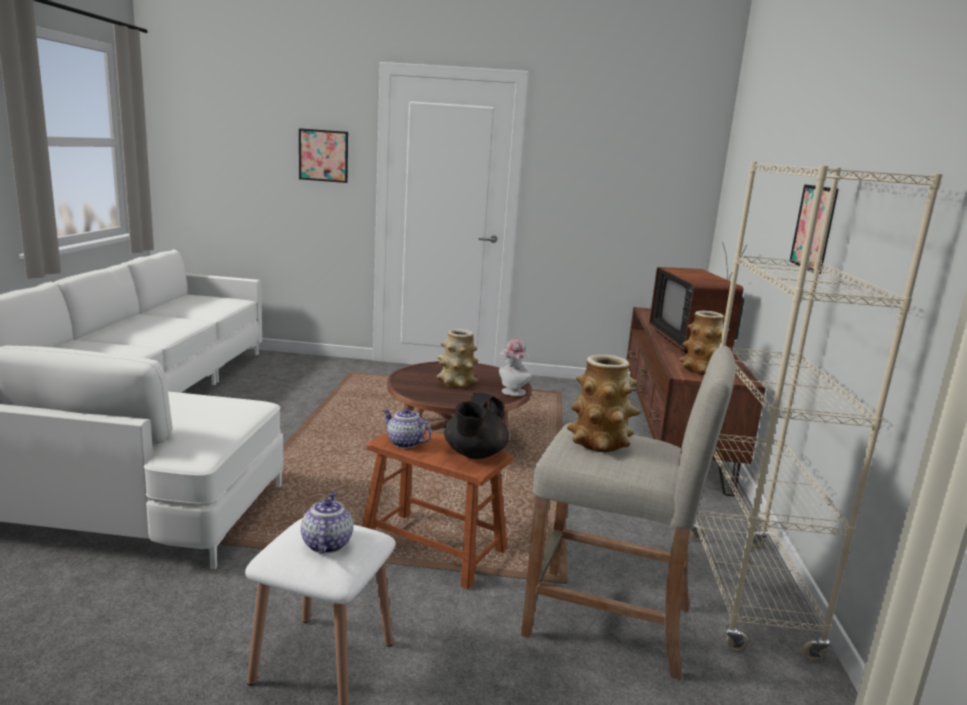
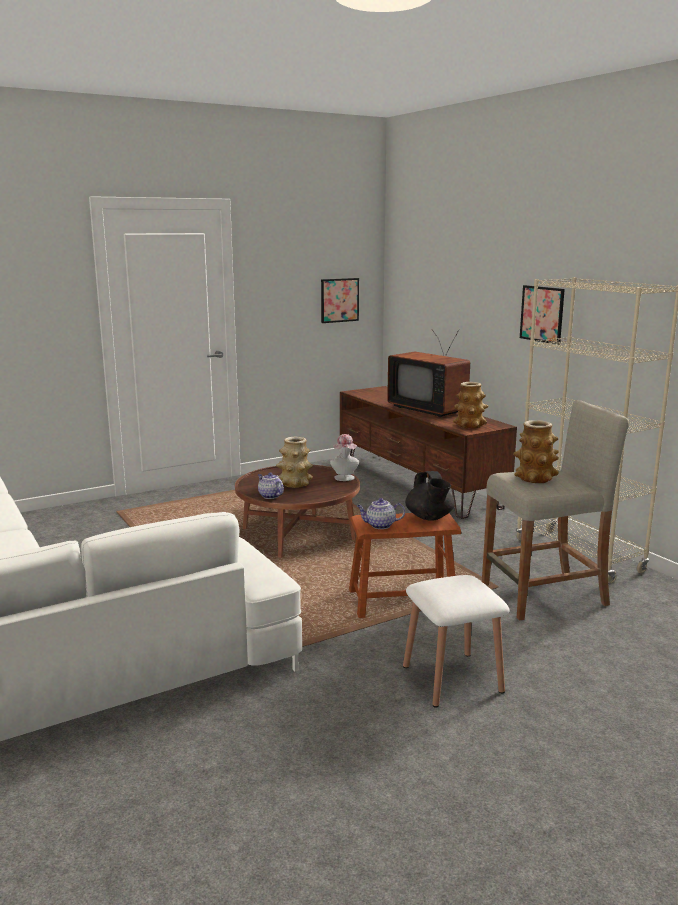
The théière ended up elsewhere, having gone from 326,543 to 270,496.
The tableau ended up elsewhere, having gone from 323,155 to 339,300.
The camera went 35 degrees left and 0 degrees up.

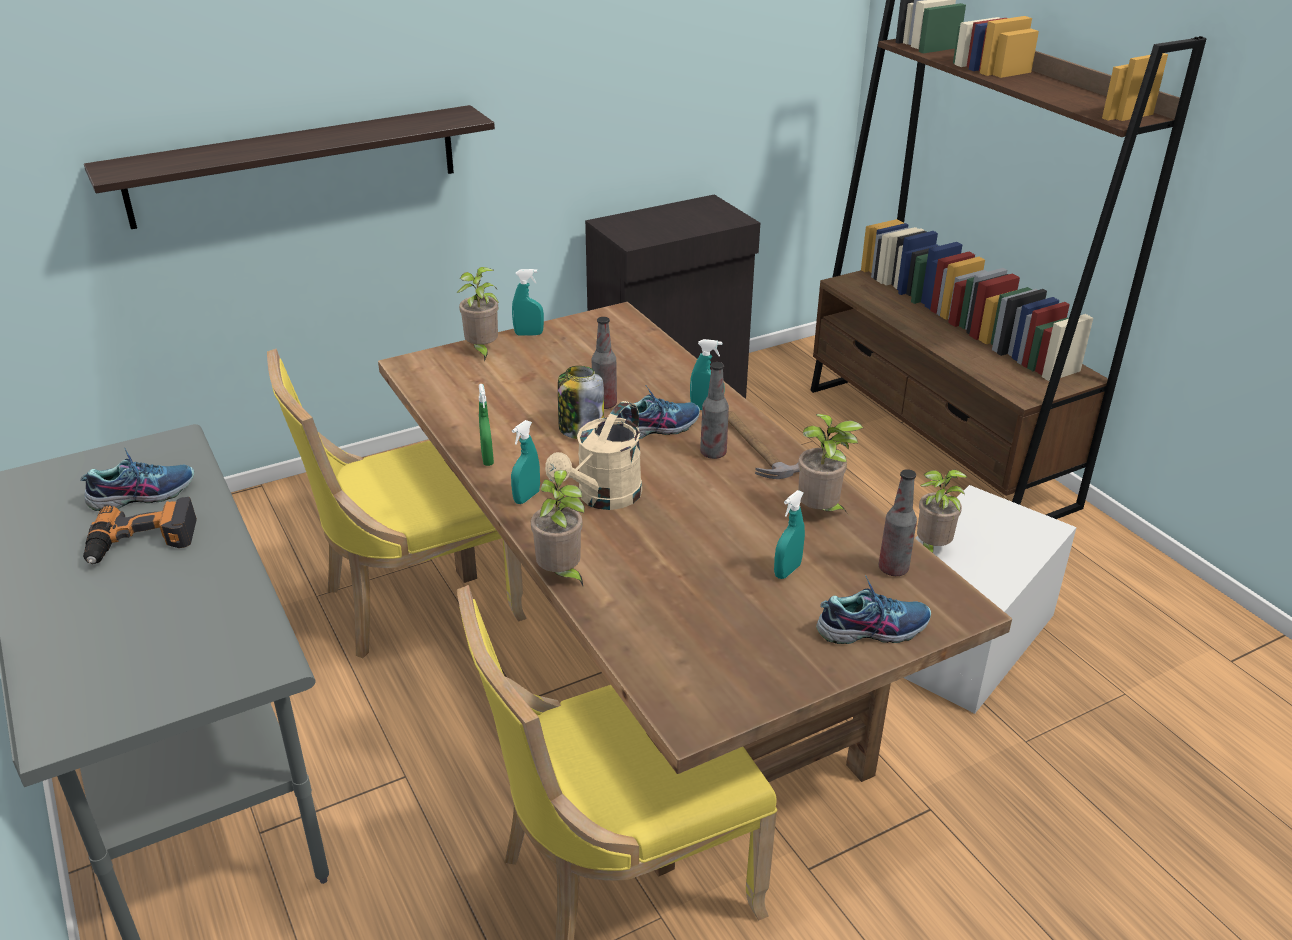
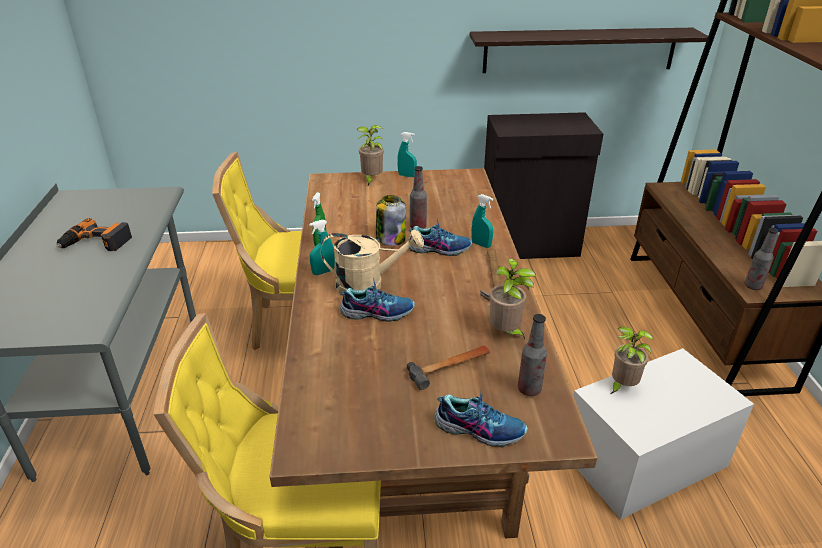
The arrosoir/beige at 603,498 ended up facing another way, 150 degrees counterclockwise from before.
The chaussure ended up elsewhere, having gone from 142,494 to 377,312.
Where the vaporisateur/turquoise stood at 787,571, the marteau came to stand at 450,367.
The étagère ended up elsewhere, having gone from 295,166 to 579,50.
The bouteille ended up elsewhere, having gone from 713,453 to 753,286.
The second view lost the plante en pot at 561,575.
The camera went 25 degrees right and 0 degrees up.

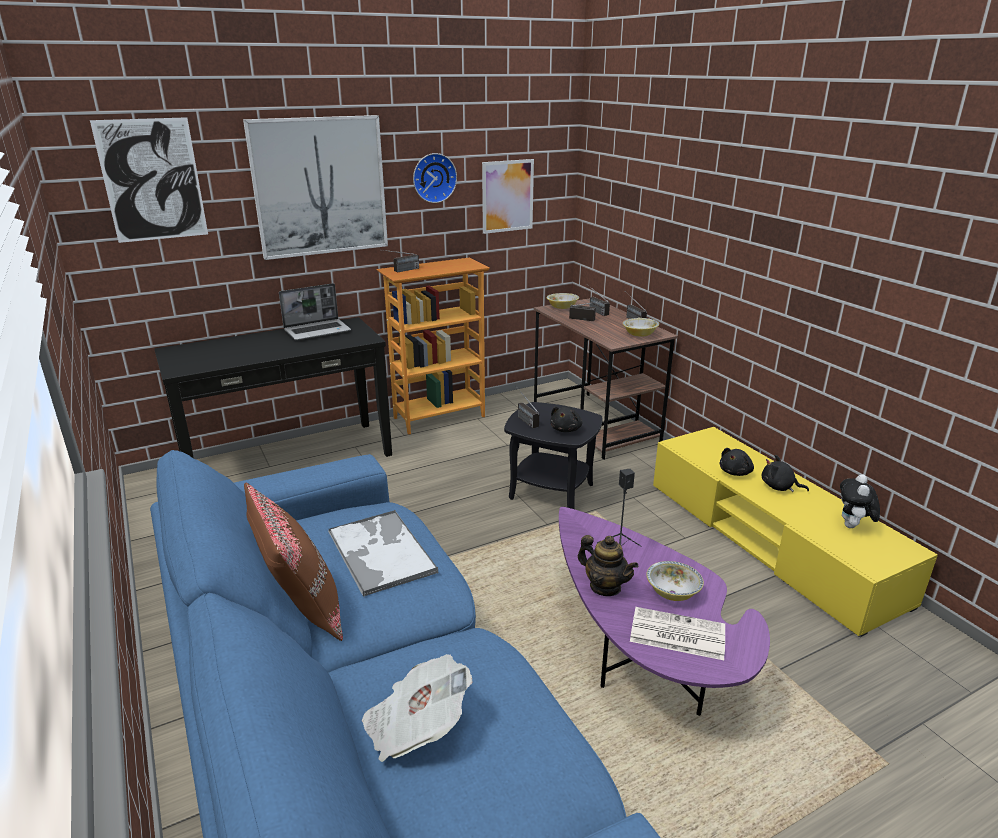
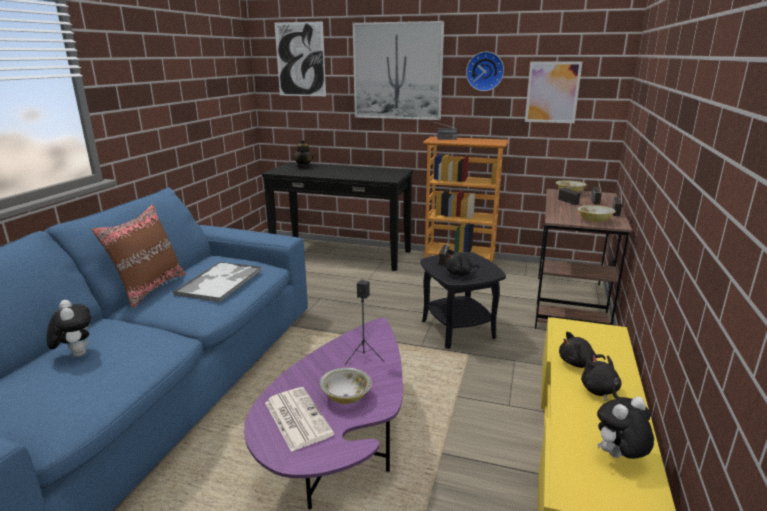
Where the journal stood at 416,726, the peluche came to stand at 76,354.
The théière ended up elsewhere, having gone from 605,587 to 304,166.
The second view lost the ordinateur portable at 318,331.
The camera went 45 degrees right and 5 degrees down.

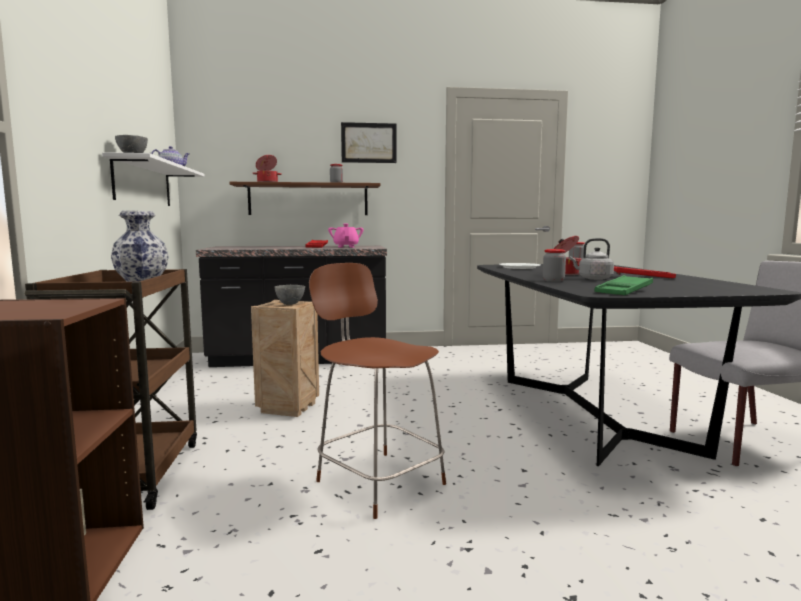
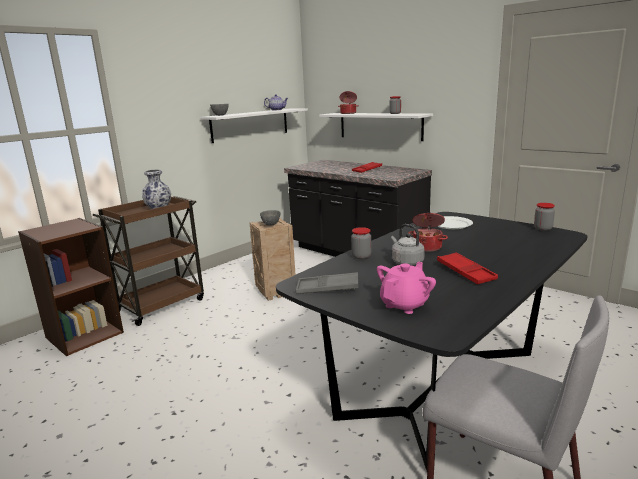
What was the plateau/vert at 624,291 turned into the plateau/gris at 327,288.
What was the étagère/marron at 308,199 turned into the étagère/blanc at 380,126.
The théière/rose ended up elsewhere, having gone from 346,247 to 405,304.
The second view lost the chaise/marron at 377,480.
The second view lost the tableau at 369,143.
The camera went 50 degrees right and 10 degrees up.

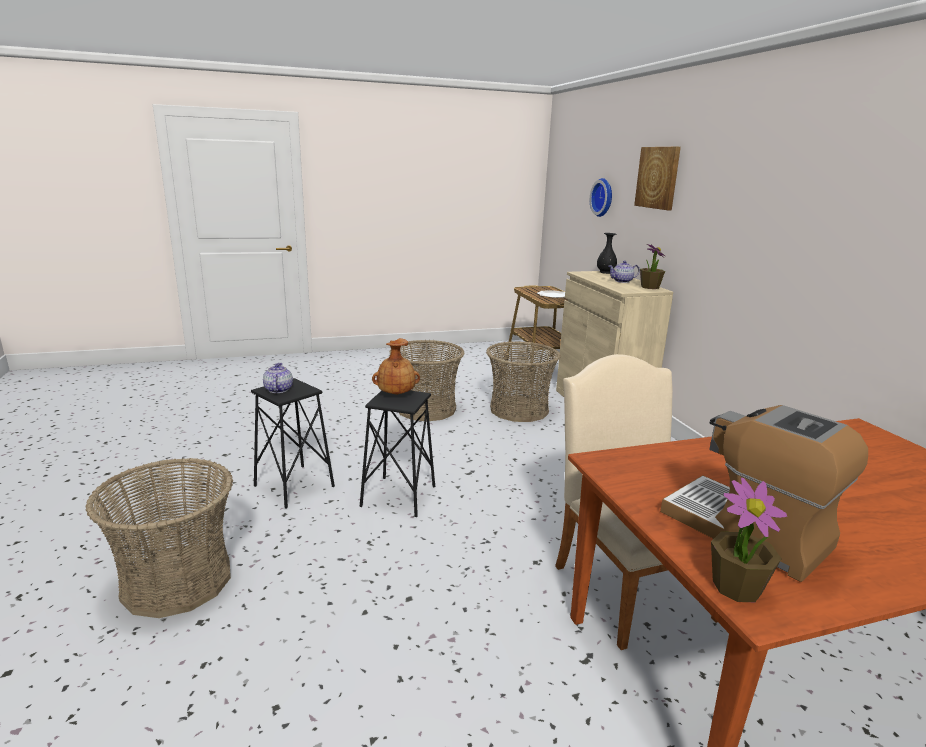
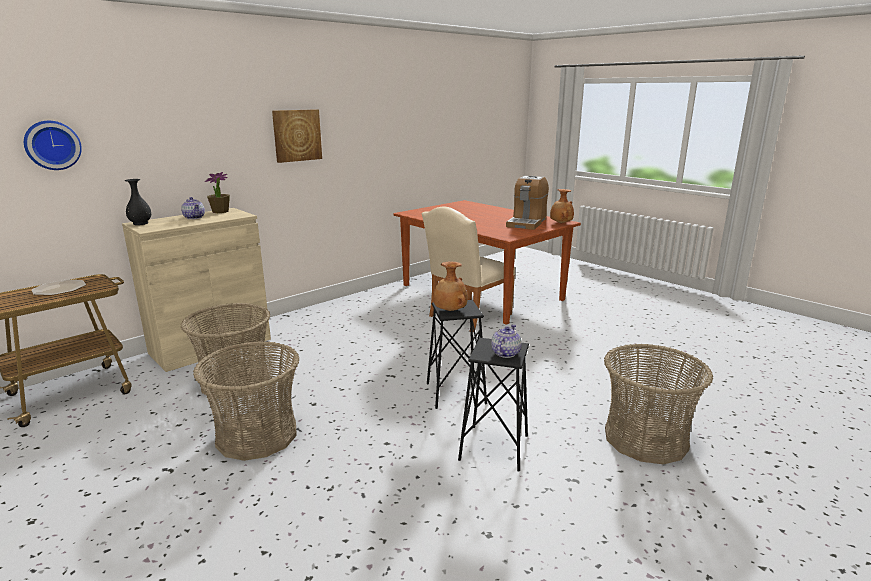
The tableau ended up elsewhere, having gone from 658,177 to 297,135.
The théière at 278,390 ended up facing another way, 150 degrees clockwise from before.
Where the plante en pot stood at 737,587, the vase/marron came to stand at 560,223.
The camera went 115 degrees left and 0 degrees up.

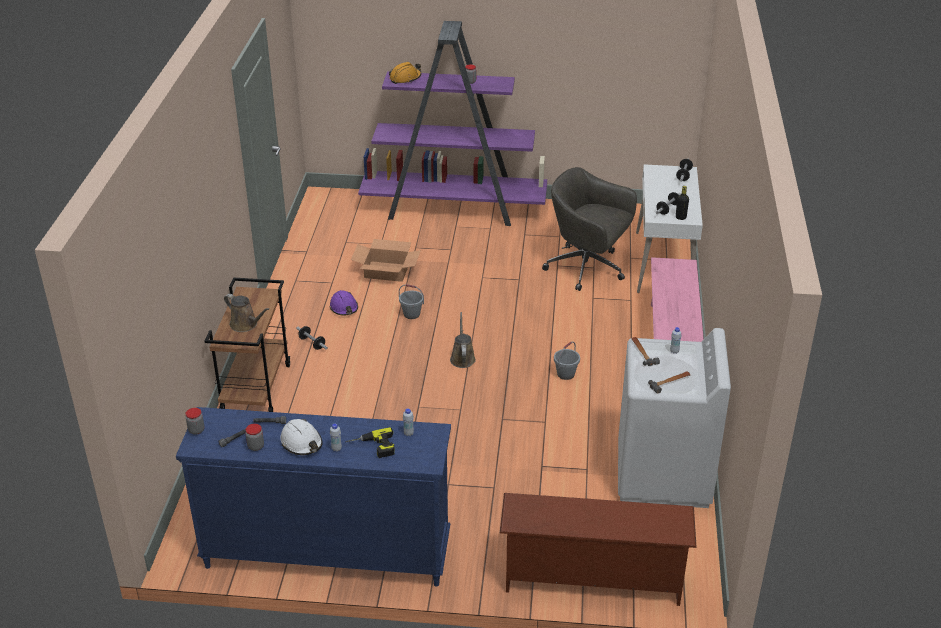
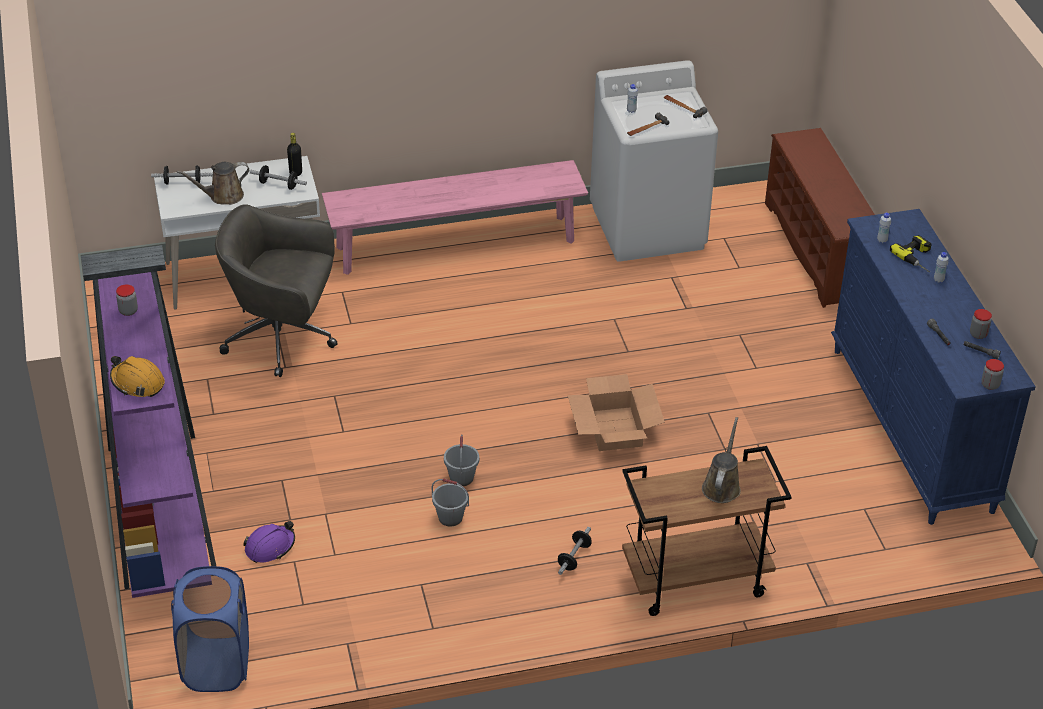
The second view gained the panier à linge/bleu at 216,665.
The arrosoir/marron ended up elsewhere, having gone from 462,358 to 223,196.
The chaise de bureau/gris at 587,268 ended up facing another way, 90 degrees clockwise from before.
The casque de chantier/violet ended up elsewhere, having gone from 344,308 to 270,547.
The seau/gris ended up elsewhere, having gone from 566,374 to 450,517.
The carton ended up elsewhere, having gone from 386,271 to 614,429.
The second view lost the casque de chantier/blanc at 302,443.
The camera went 110 degrees left and 5 degrees up.

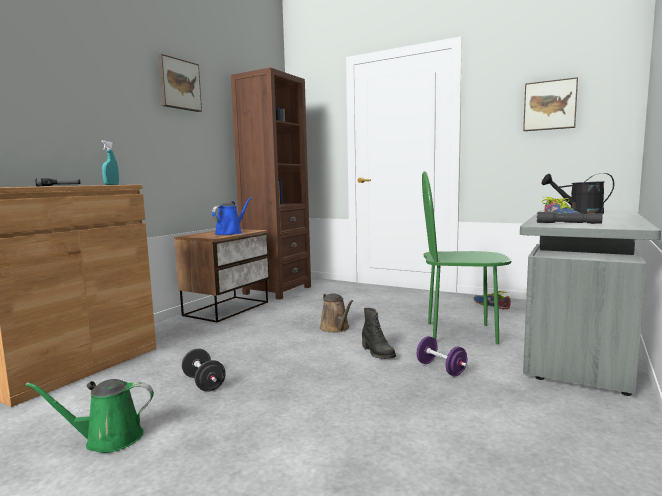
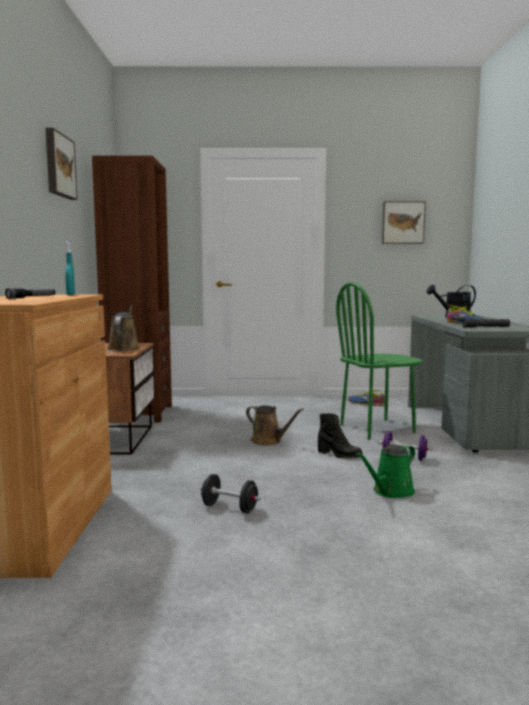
What was the arrosoir/bleu at 230,233 turned into the arrosoir/marron at 124,348.
The arrosoir/vert ended up elsewhere, having gone from 108,439 to 390,491.
The camera went 30 degrees left and 0 degrees up.

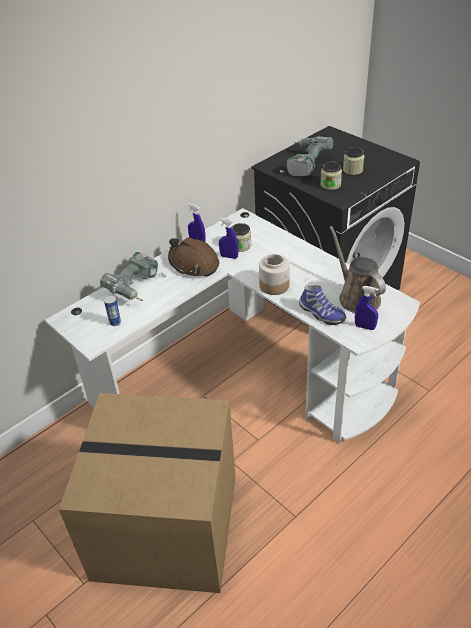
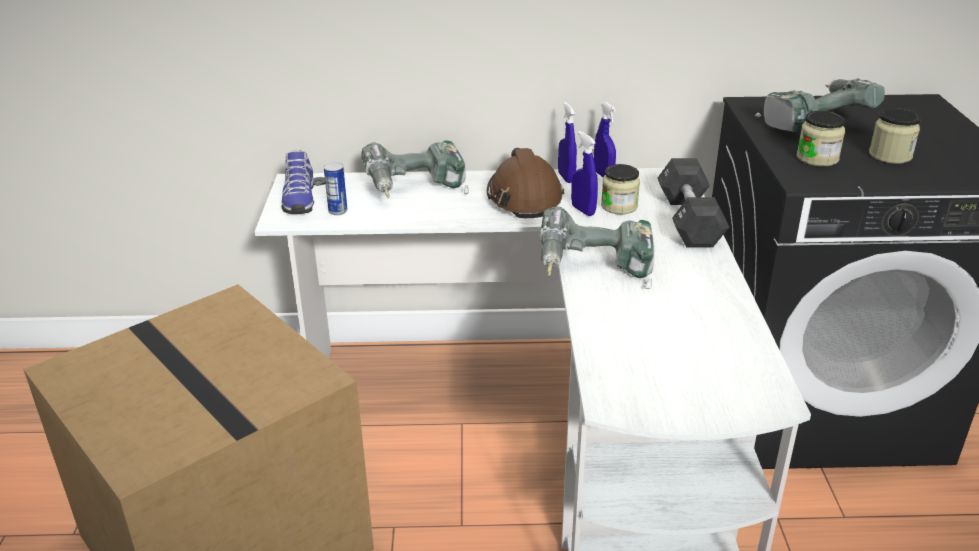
The chaussure ended up elsewhere, having gone from 321,314 to 298,200.
Where the bocal stood at 274,285, the perceuse came to stand at 594,271.
The vaporisateur/bleu ended up elsewhere, having gone from 365,327 to 603,175.
The second view gained the haltère/noir at 689,220.
The second view lost the arrosoir/marron at 356,297.
The camera went 40 degrees right and 10 degrees down.

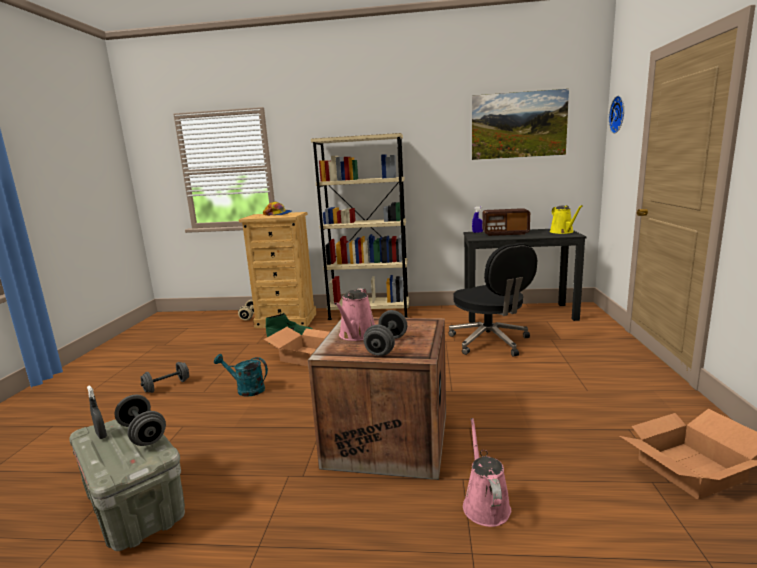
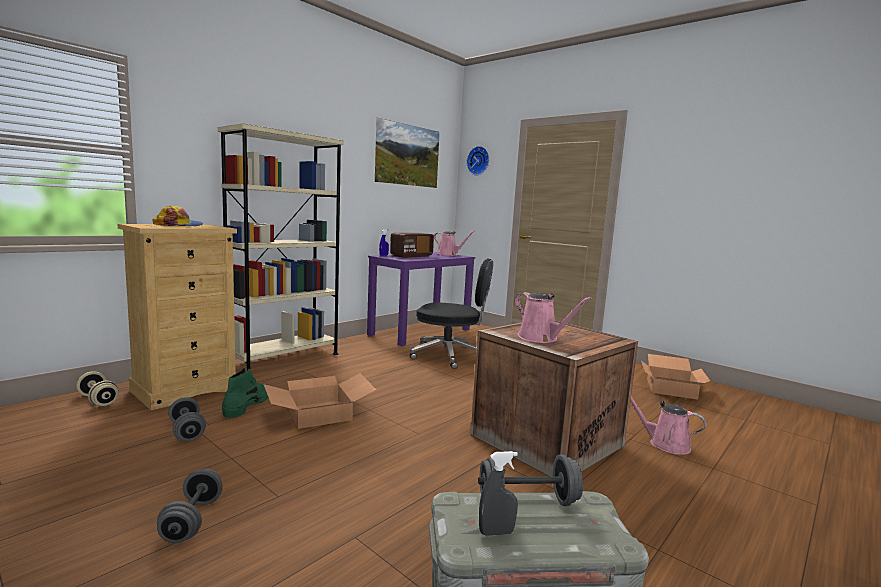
The haltère/gris ended up elsewhere, having gone from 386,346 to 187,431.
What was the bureau/noir at 519,313 turned into the bureau/violet at 420,332.
What was the arrosoir/jaune at 563,232 turned into the arrosoir/rose at 449,254.
The second view lost the arrosoir/turquoise at 246,389.
The camera went 55 degrees left and 5 degrees down.

